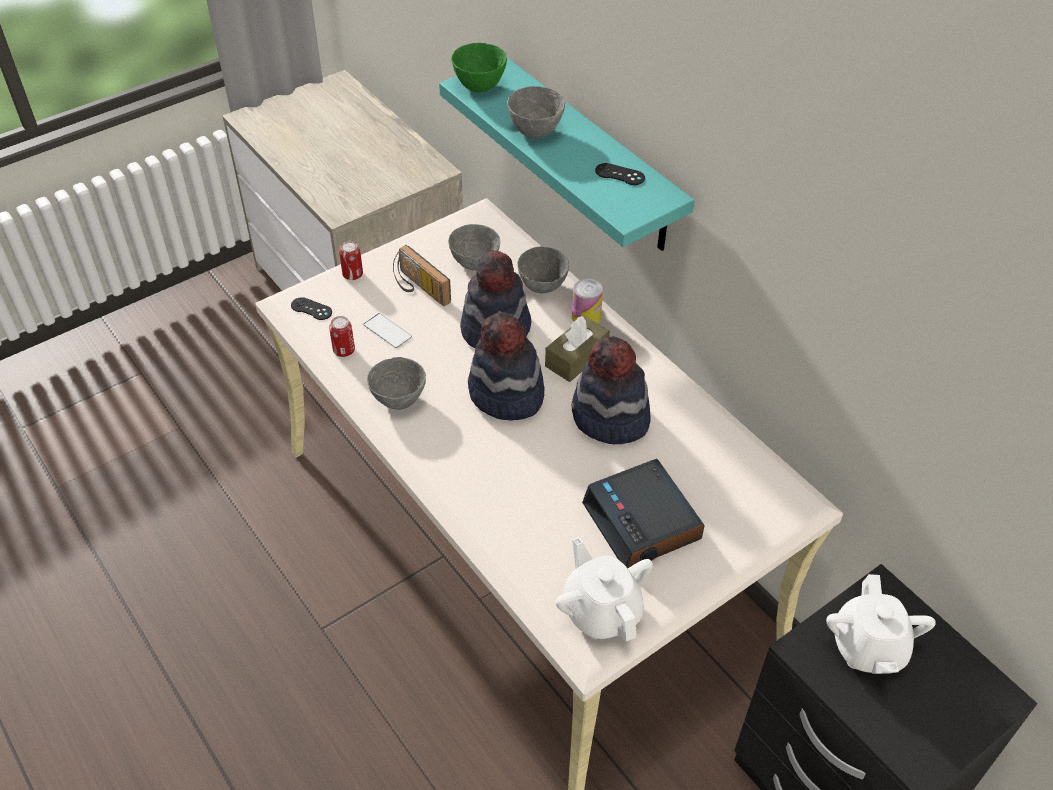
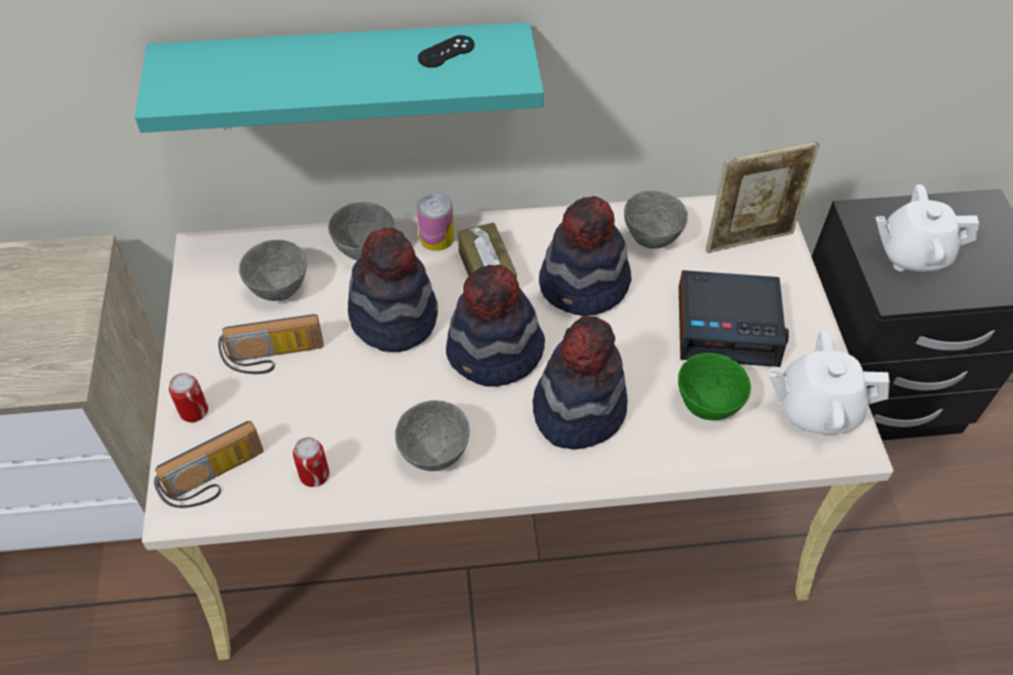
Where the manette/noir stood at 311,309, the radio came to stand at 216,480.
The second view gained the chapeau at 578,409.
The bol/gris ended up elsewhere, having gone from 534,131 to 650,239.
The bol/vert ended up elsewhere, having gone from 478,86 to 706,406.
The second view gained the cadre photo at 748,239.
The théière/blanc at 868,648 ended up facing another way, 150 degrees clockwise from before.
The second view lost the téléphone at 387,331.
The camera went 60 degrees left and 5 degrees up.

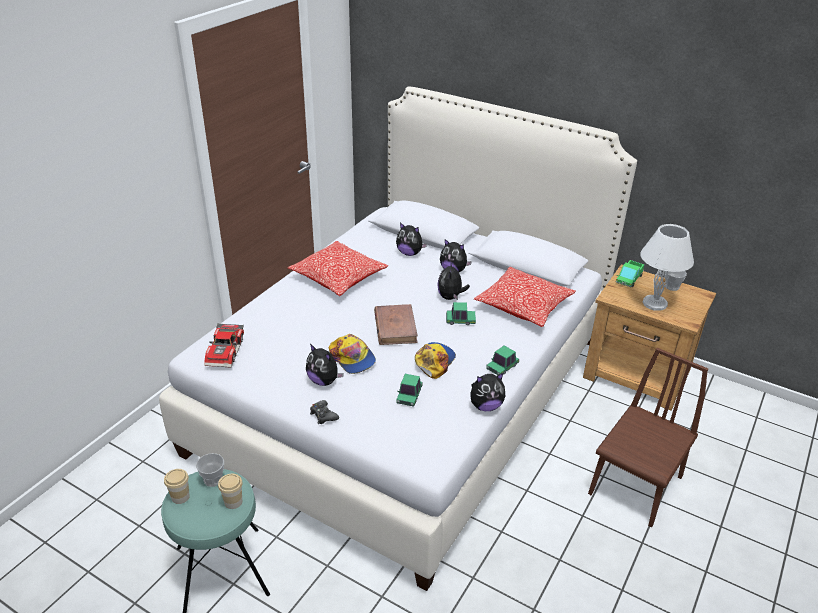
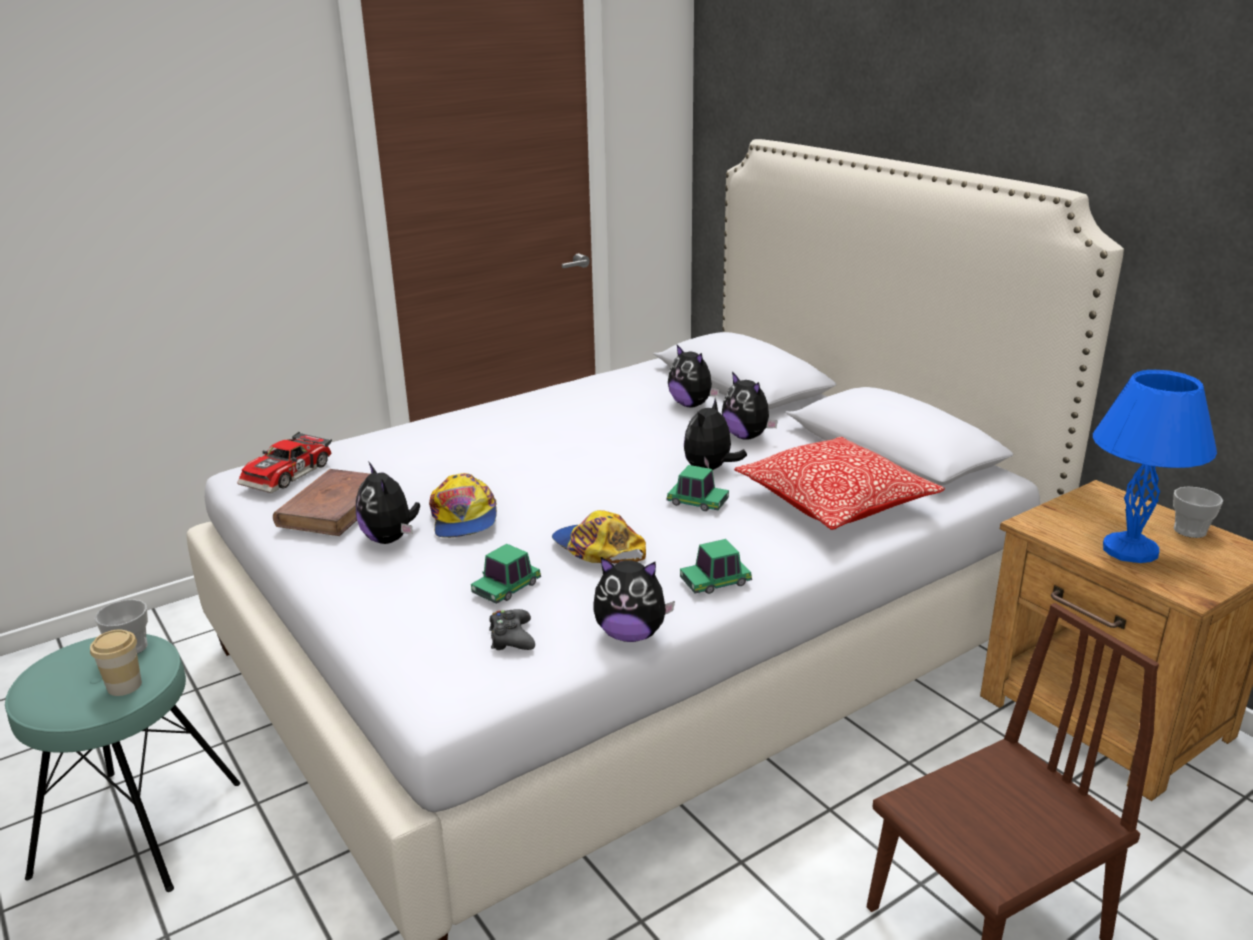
The livre/marron ended up elsewhere, having gone from 395,327 to 335,507.
The manette/noir ended up elsewhere, having gone from 323,415 to 511,638.
The casquette at 434,361 ended up facing another way, 90 degrees counterclockwise from before.
What was the lampe de table/blanc at 655,304 turned into the lampe de table/bleu at 1129,551.
The second view lost the tasse at 180,497.
The second view lost the coussin at 338,278.
The second view lost the camion jouet at 629,279.
The camera went 25 degrees right and 10 degrees down.

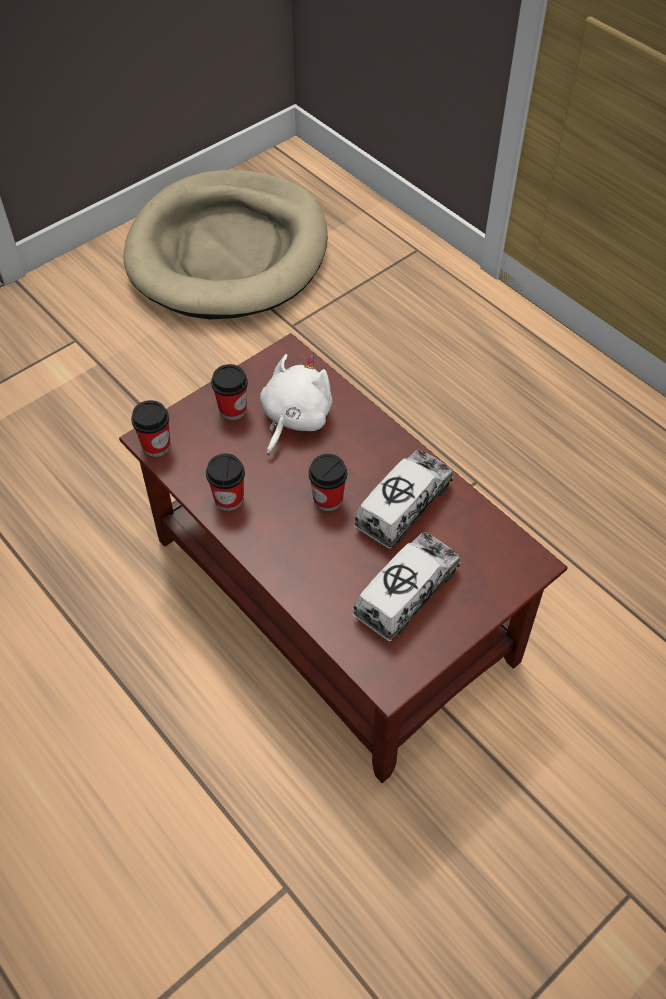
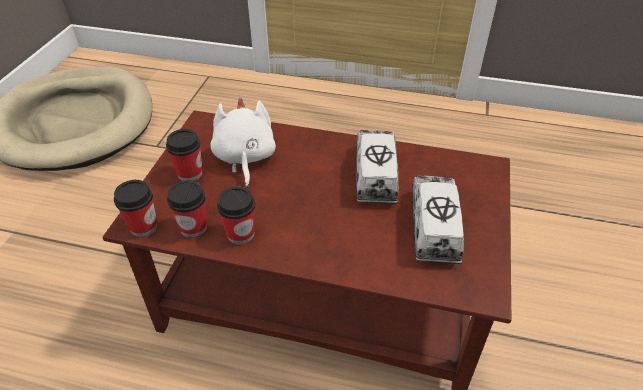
The tasse ended up elsewhere, having gone from 328,499 to 193,227.
The camera went 35 degrees left and 10 degrees down.

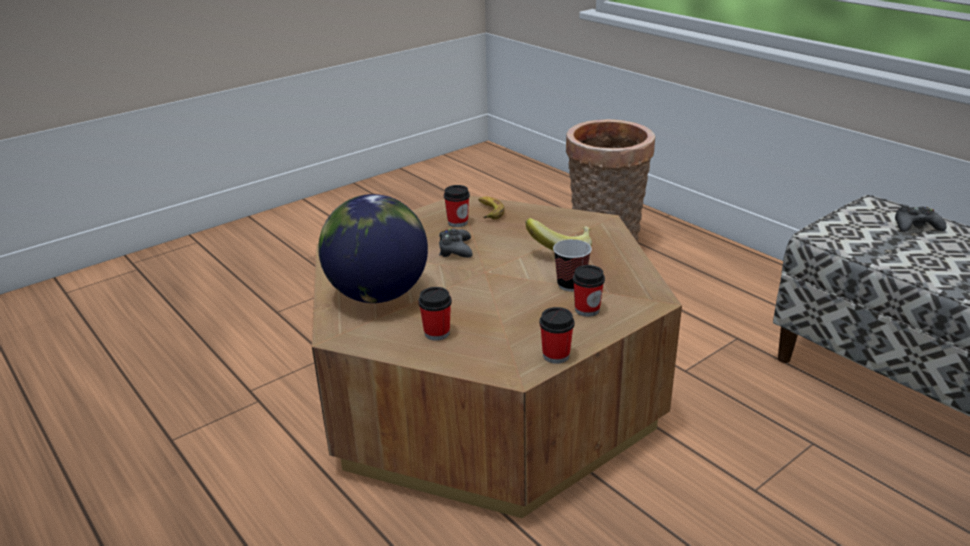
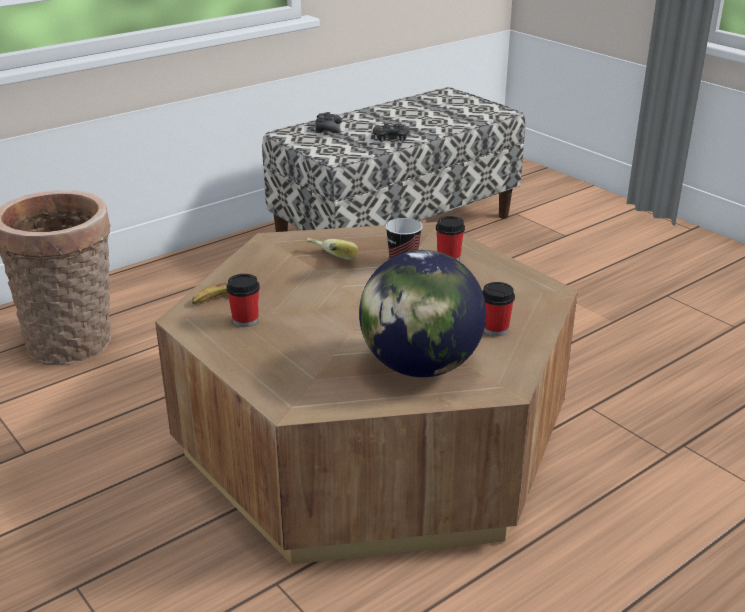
The manette/noir ended up elsewhere, having gone from 455,249 to 391,138.
The second view lost the tasse at 556,355.
The camera went 90 degrees left and 0 degrees up.

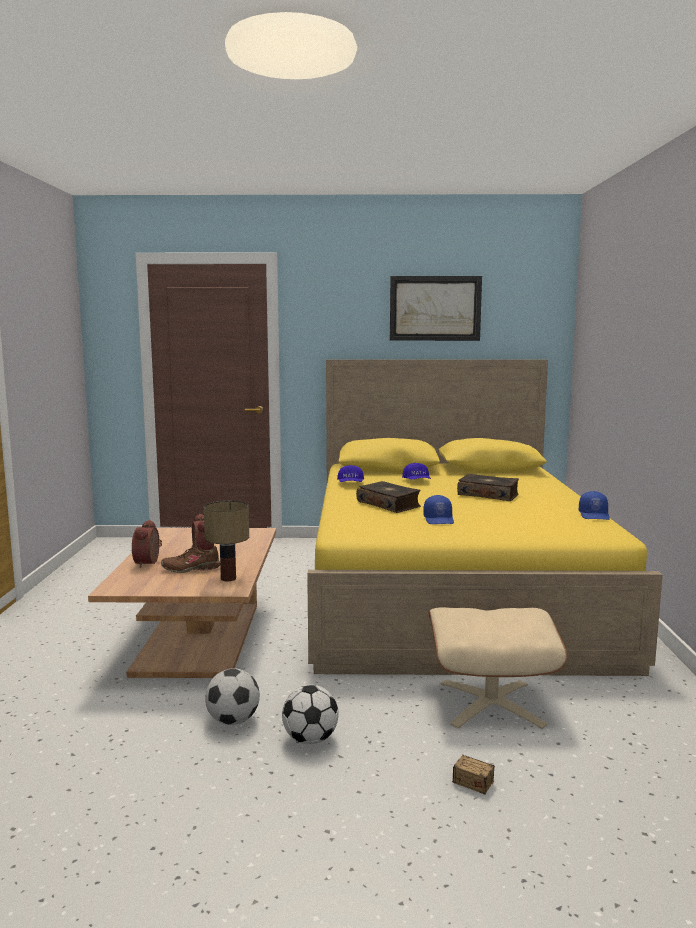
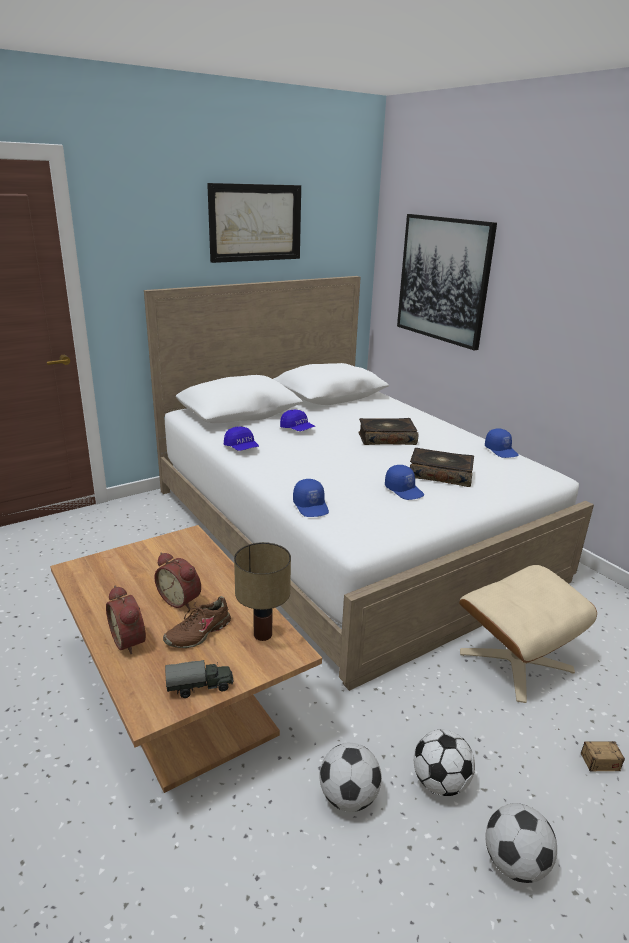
What was the lit/jaune at 451,591 turned into the lit/blanc at 346,531.
The second view gained the camion jouet at 200,687.
The second view gained the casquette/bleu at 311,506.
The second view gained the tableau at 443,280.
The livre ended up elsewhere, having gone from 389,504 to 440,475.
The second view gained the ballon de foot at 514,863.
The camera went 35 degrees left and 15 degrees up.

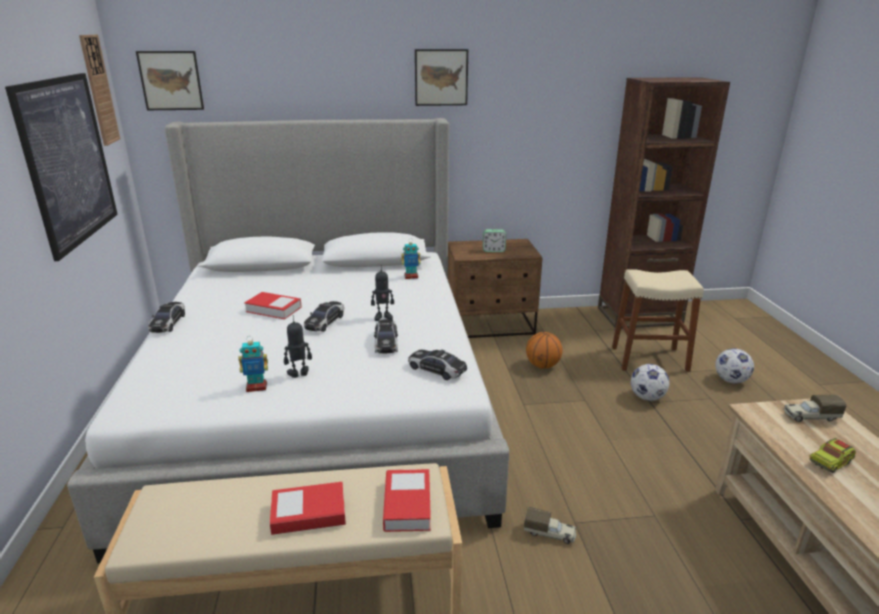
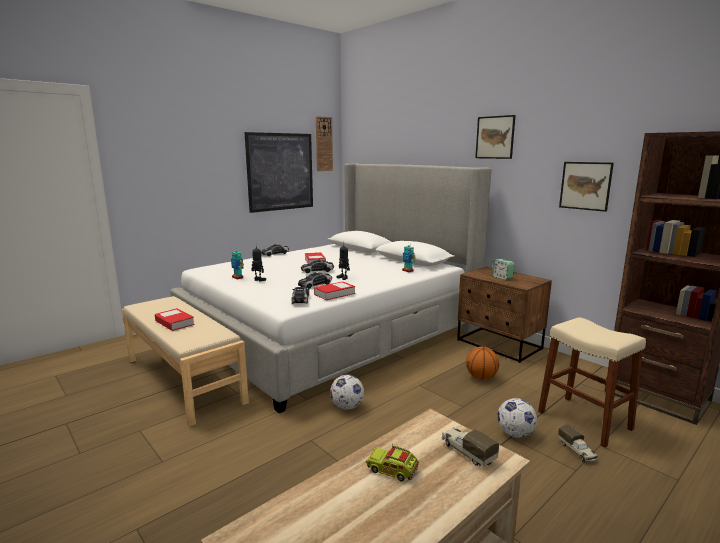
The livre ended up elsewhere, having gone from 407,505 to 334,294.
The ballon de foot ended up elsewhere, having gone from 730,380 to 347,406.
The camion jouet ended up elsewhere, having gone from 550,533 to 577,451.
The tableau ended up elsewhere, having gone from 171,80 to 585,186.
The camera went 55 degrees right and 10 degrees down.

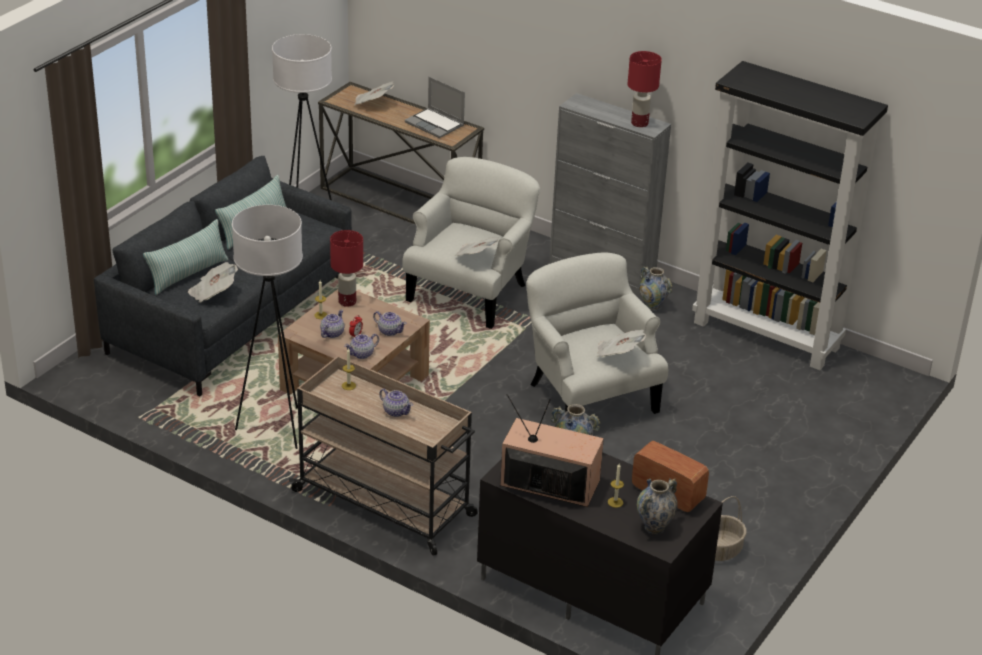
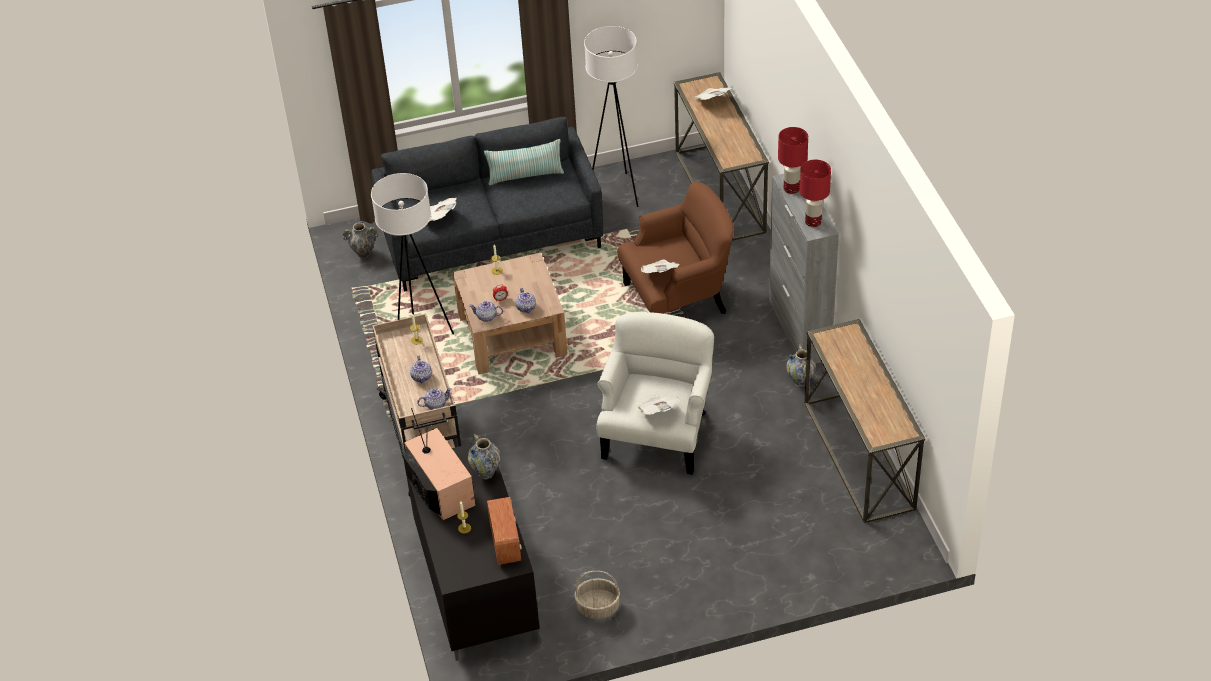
The vase ended up elsewhere, having gone from 654,527 to 364,253.
The théière ended up elsewhere, having gone from 332,333 to 435,404.
What was the fauteuil/blanc at 470,292 turned into the fauteuil/marron at 678,298.
The lampe de table/rouge ended up elsewhere, having gone from 347,301 to 791,188.
Where the bibliothèque/noir stood at 767,335, the table console came to stand at 860,455.
The second view lost the coussin at 188,274.
The second view lost the ordinateur portable at 435,124.
The camera went 45 degrees right and 10 degrees up.

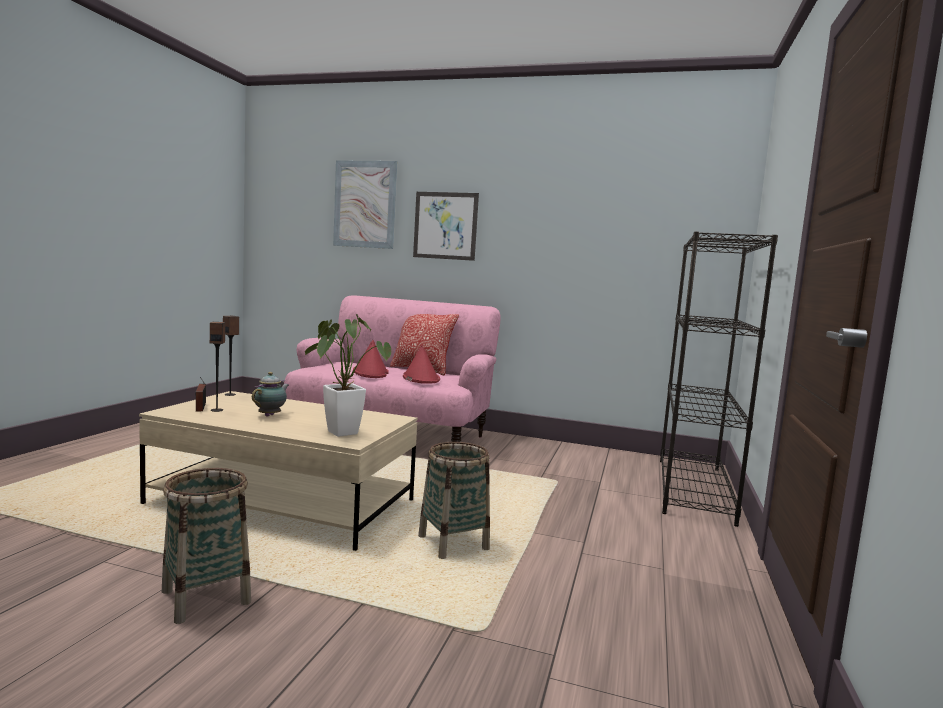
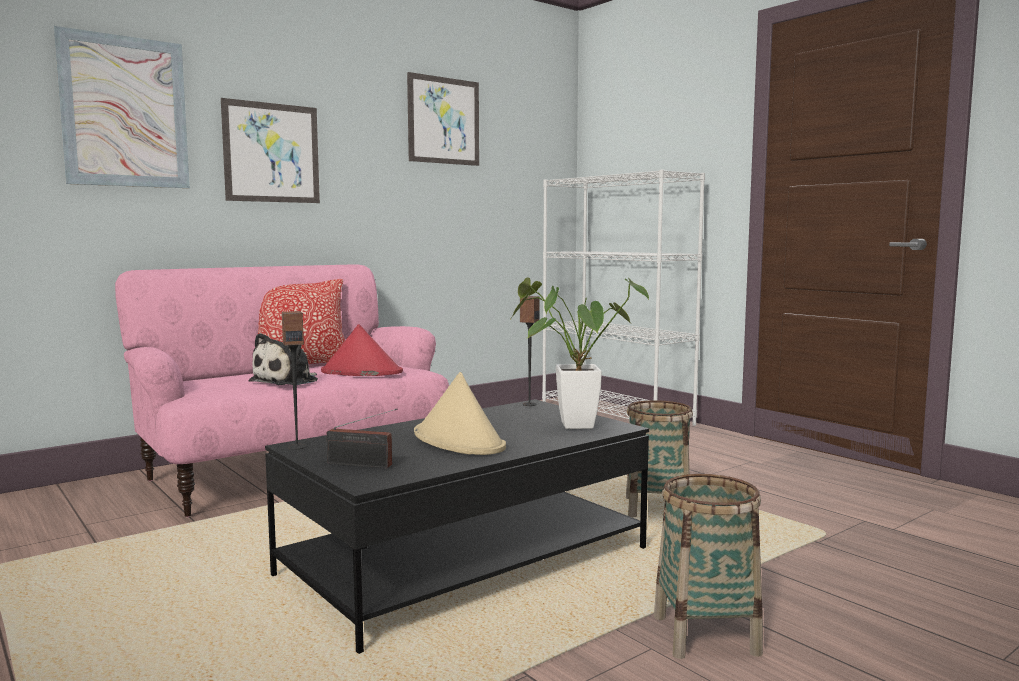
Where the chapeau/rouge stood at 371,372, the peluche came to stand at 287,381.
What was the table basse/beige at 283,503 turned into the table basse/noir at 466,562.
The second view gained the tableau at 443,120.
Where the théière stood at 271,415, the chapeau/beige came to stand at 459,440.
The enceinte ended up elsewhere, having gone from 217,410 to 529,404.
What was the bibliothèque/noir at 694,489 turned into the bibliothèque/blanc at 616,415.
The camera went 55 degrees left and 0 degrees up.

